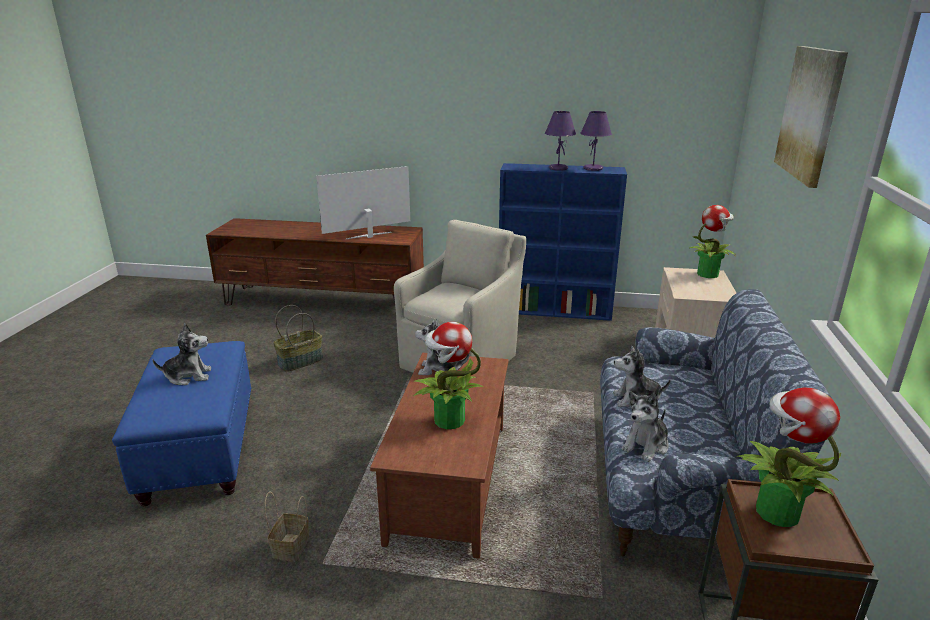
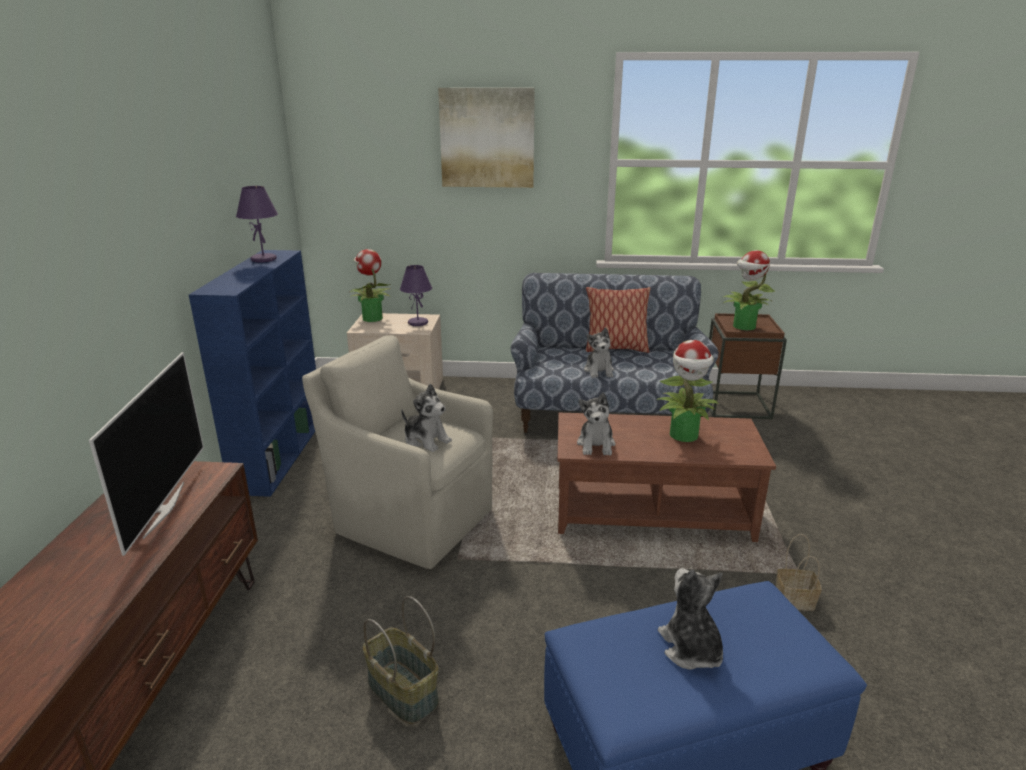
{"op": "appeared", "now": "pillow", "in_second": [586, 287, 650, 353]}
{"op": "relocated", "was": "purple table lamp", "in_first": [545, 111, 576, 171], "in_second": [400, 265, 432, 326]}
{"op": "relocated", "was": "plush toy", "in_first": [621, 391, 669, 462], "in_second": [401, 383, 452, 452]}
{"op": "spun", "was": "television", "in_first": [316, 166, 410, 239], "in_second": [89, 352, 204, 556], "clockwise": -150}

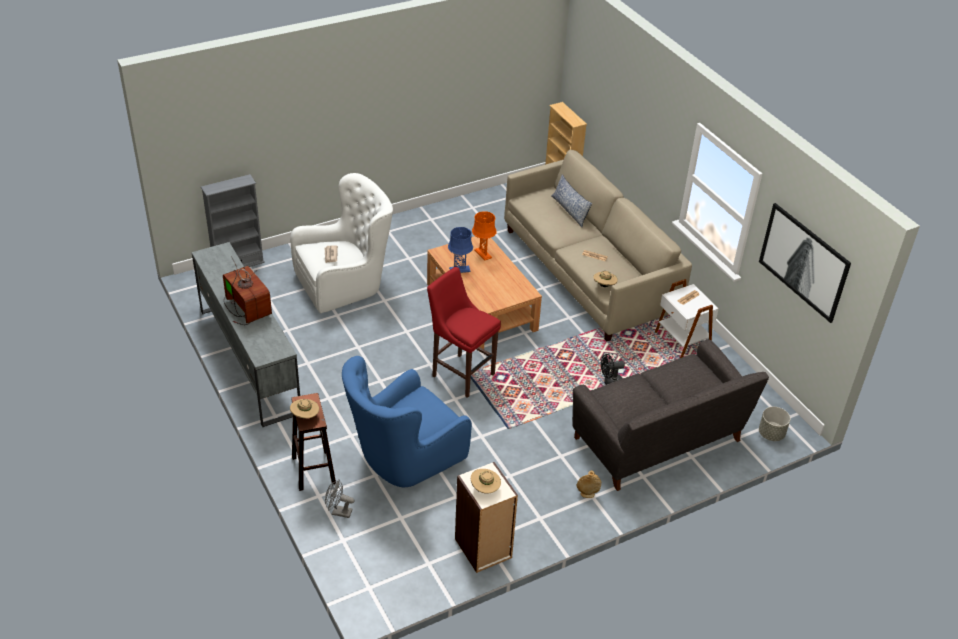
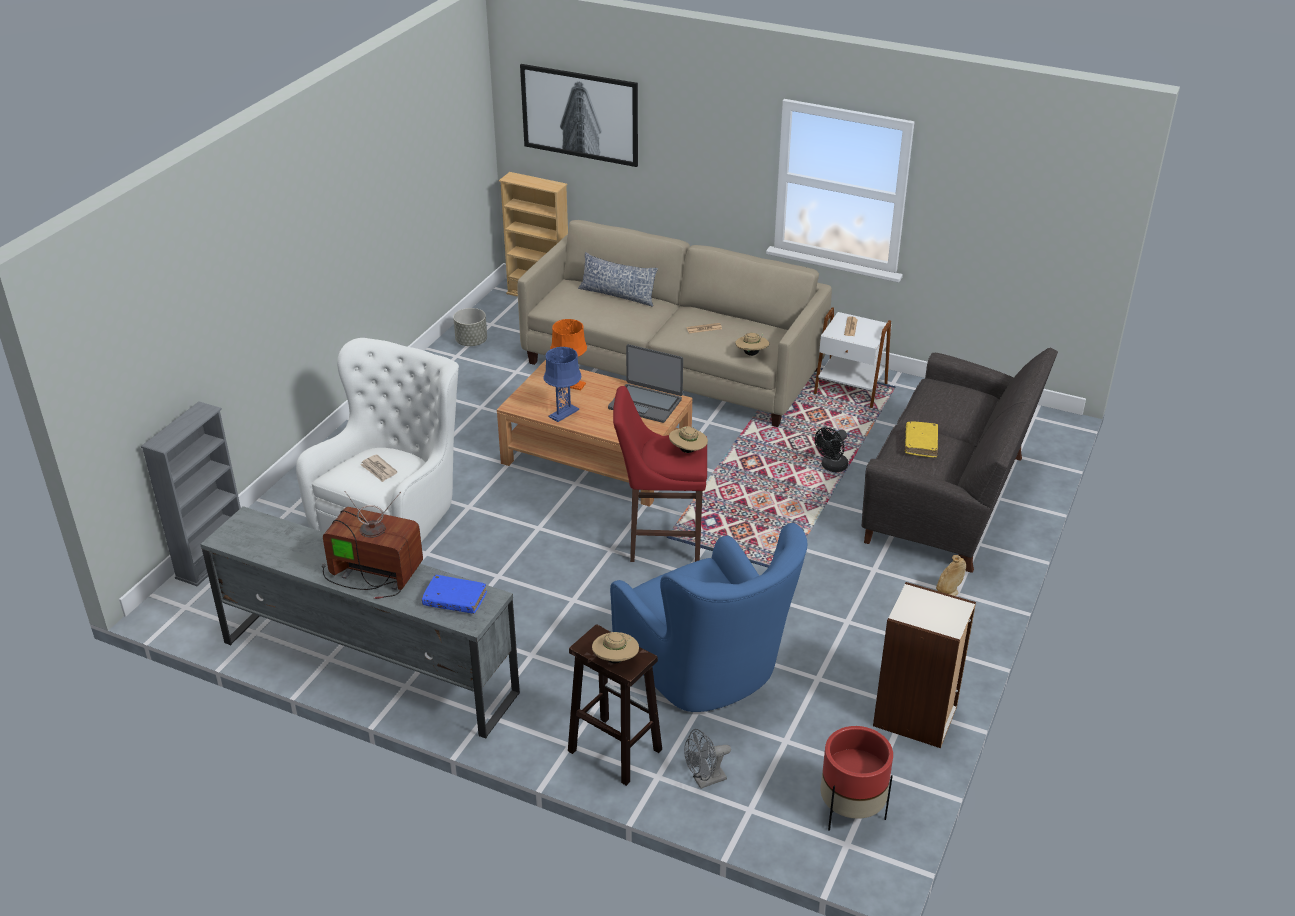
{"op": "appeared", "now": "blue book", "in_second": [422, 575, 487, 614]}
{"op": "appeared", "now": "laptop", "in_second": [608, 344, 683, 423]}
{"op": "appeared", "now": "red planter", "in_second": [820, 726, 893, 831]}
{"op": "appeared", "now": "yellow book", "in_second": [905, 421, 938, 458]}
{"op": "relocated", "was": "beige hat", "in_first": [471, 469, 501, 494], "in_second": [669, 426, 708, 453]}
{"op": "relocated", "was": "picture", "in_first": [759, 203, 851, 323], "in_second": [520, 64, 638, 167]}
{"op": "relocated", "was": "grey planter", "in_first": [759, 407, 791, 441], "in_second": [453, 308, 487, 346]}
{"op": "spun", "was": "blue armchair", "in_first": [342, 356, 472, 487], "in_second": [610, 523, 808, 712], "clockwise": -45}

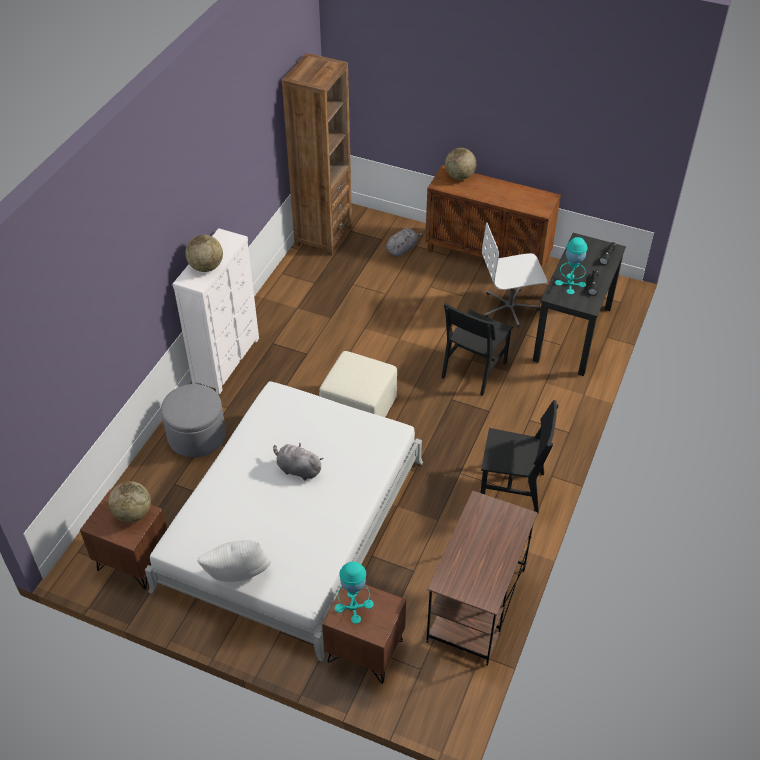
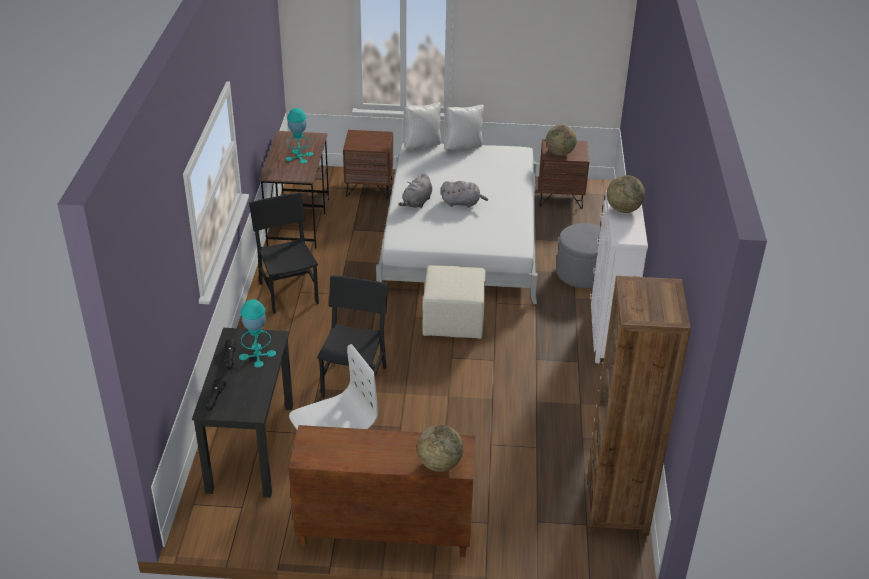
{"op": "appeared", "now": "white pillow", "in_second": [403, 102, 441, 149]}
{"op": "relocated", "was": "turquoise table lamp", "in_first": [335, 562, 373, 624], "in_second": [286, 108, 313, 164]}
{"op": "relocated", "was": "grey plush toy", "in_first": [386, 228, 424, 257], "in_second": [398, 173, 432, 208]}
{"op": "spun", "was": "black chair", "in_first": [481, 400, 559, 513], "in_second": [249, 192, 319, 314], "clockwise": 75}

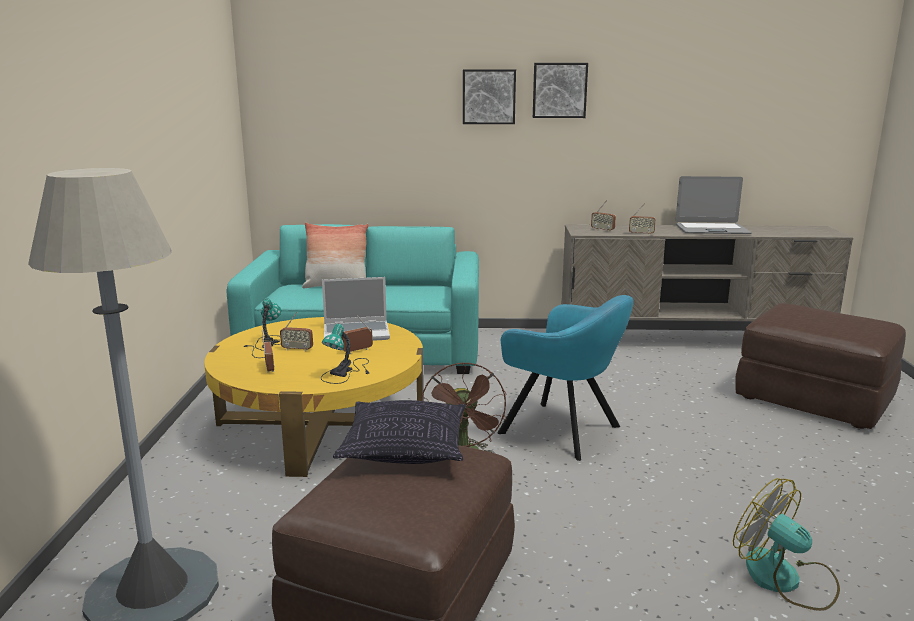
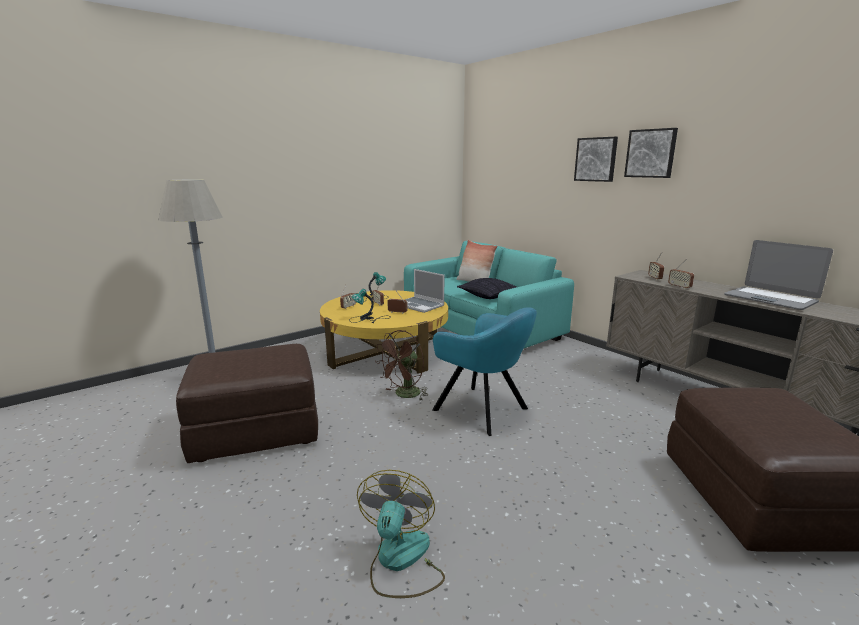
{"op": "relocated", "was": "pillow", "in_first": [333, 400, 466, 464], "in_second": [457, 278, 516, 299]}
{"op": "spun", "was": "turquoise armchair", "in_first": [497, 295, 634, 461], "in_second": [432, 307, 537, 436], "clockwise": -45}

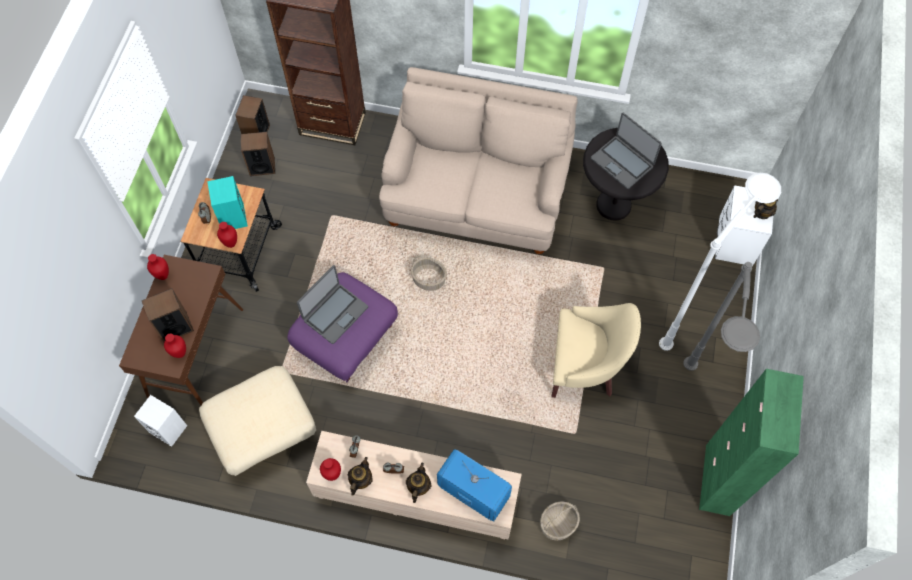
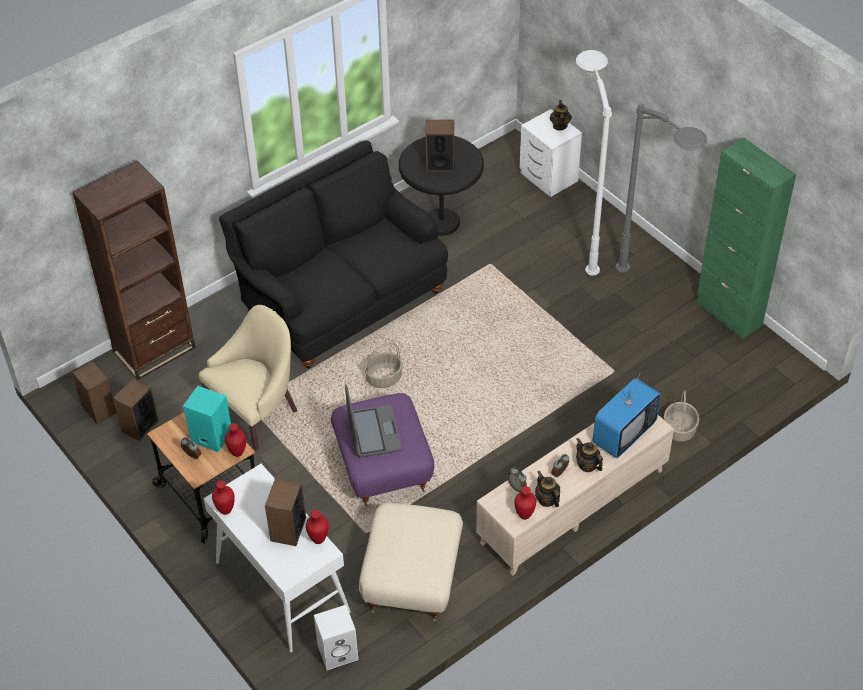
{"op": "relocated", "was": "beige armchair", "in_first": [552, 303, 641, 398], "in_second": [199, 305, 297, 450]}
{"op": "exchanged", "was": "laptop", "now": "speaker", "in_first": [591, 113, 662, 189], "in_second": [426, 120, 454, 172]}
{"op": "colour", "was": "brown console table", "now": "white console table", "in_first": [119, 255, 243, 405], "in_second": [203, 464, 351, 652]}
{"op": "colour", "was": "beige sofa", "now": "black sofa", "in_first": [379, 67, 578, 254], "in_second": [219, 140, 448, 369]}
{"op": "spun", "was": "television", "in_first": [437, 449, 512, 521], "in_second": [592, 372, 661, 458], "clockwise": 150}

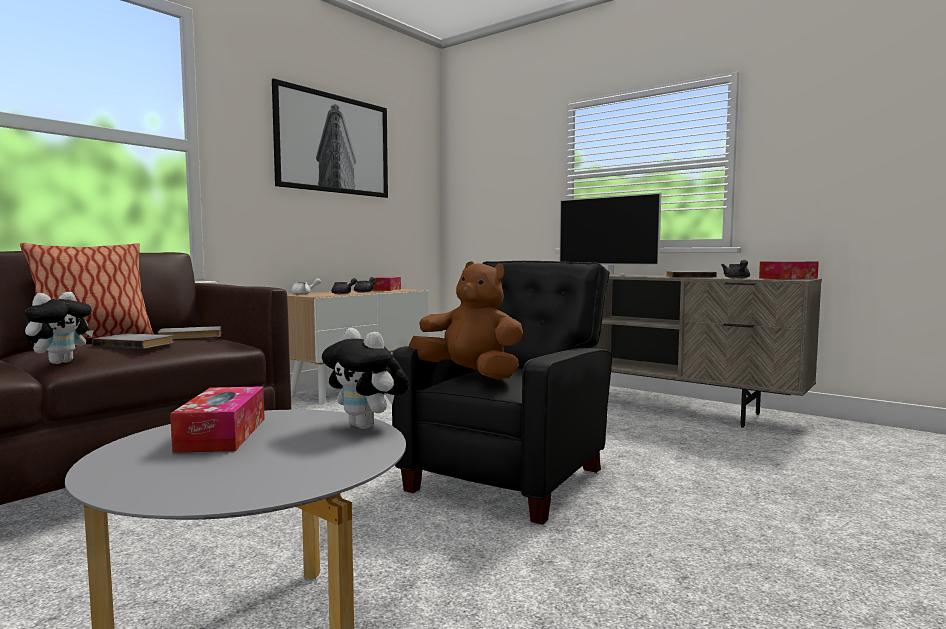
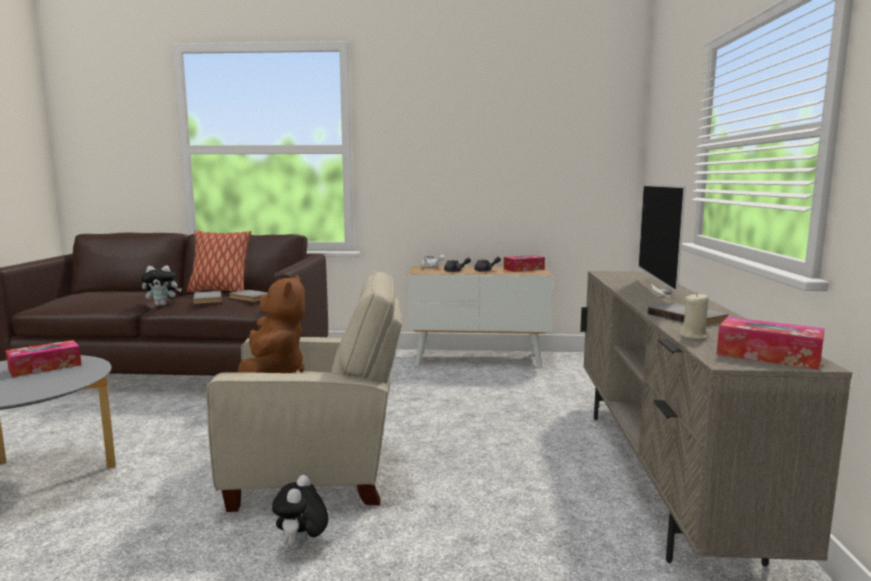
{"op": "missing", "was": "picture", "in_first": [272, 78, 388, 198]}
{"op": "relocated", "was": "plush toy", "in_first": [322, 328, 409, 429], "in_second": [272, 475, 328, 549]}
{"op": "exchanged", "was": "grey teapot", "now": "beige candle", "in_first": [721, 260, 750, 278], "in_second": [679, 292, 709, 339]}
{"op": "colour", "was": "black armchair", "now": "beige armchair", "in_first": [392, 261, 612, 525], "in_second": [206, 270, 402, 512]}

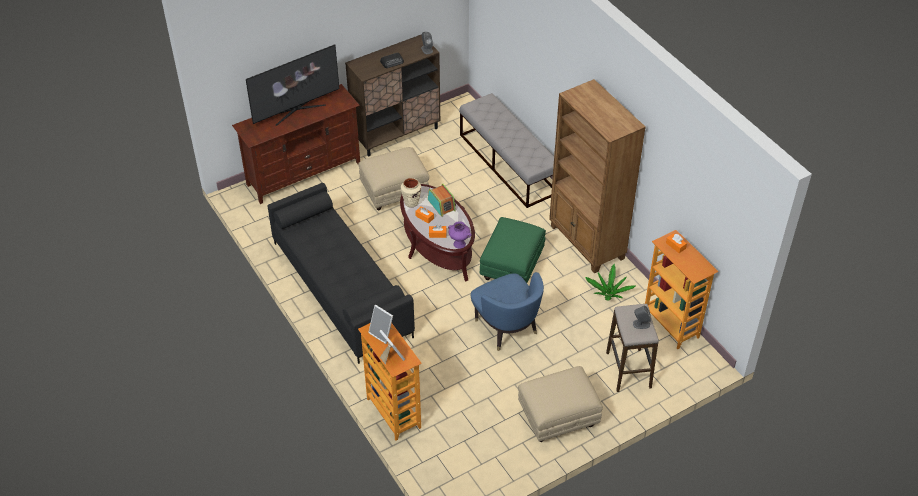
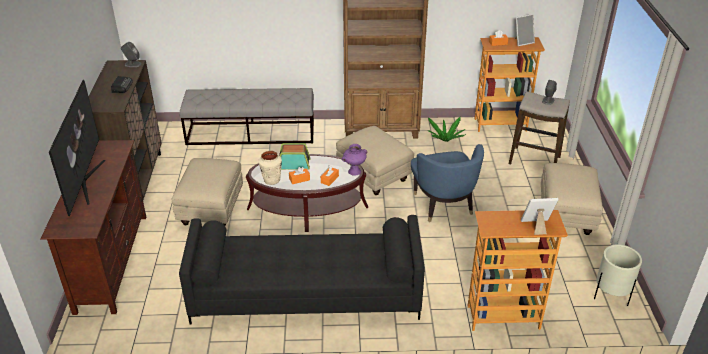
{"op": "appeared", "now": "beige planter", "in_second": [594, 244, 642, 306]}
{"op": "relocated", "was": "picture frame", "in_first": [368, 305, 393, 344], "in_second": [515, 14, 535, 46]}
{"op": "colour", "was": "green ottoman", "now": "beige ottoman", "in_first": [479, 217, 546, 283], "in_second": [336, 126, 414, 195]}
{"op": "spun", "was": "blue armchair", "in_first": [471, 272, 544, 351], "in_second": [411, 144, 484, 222], "clockwise": 75}

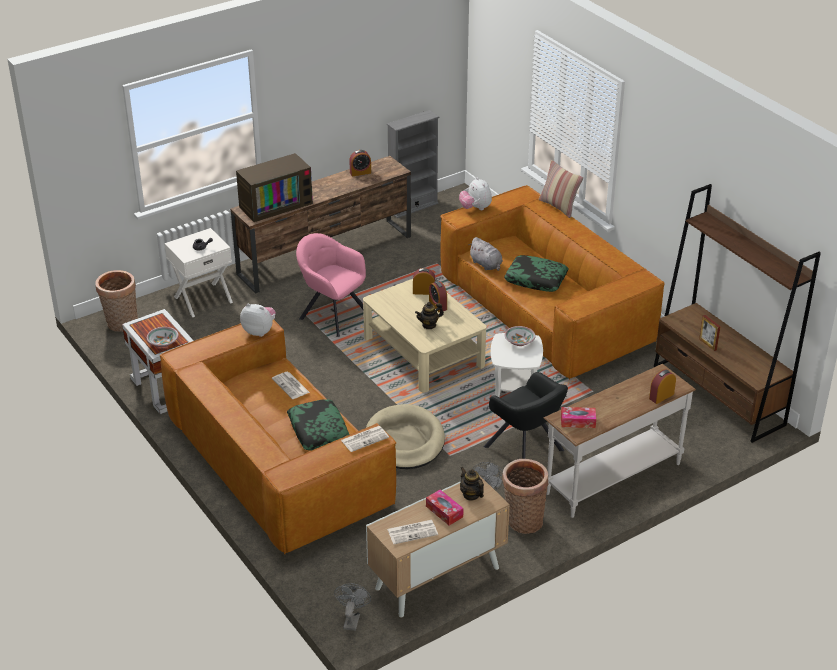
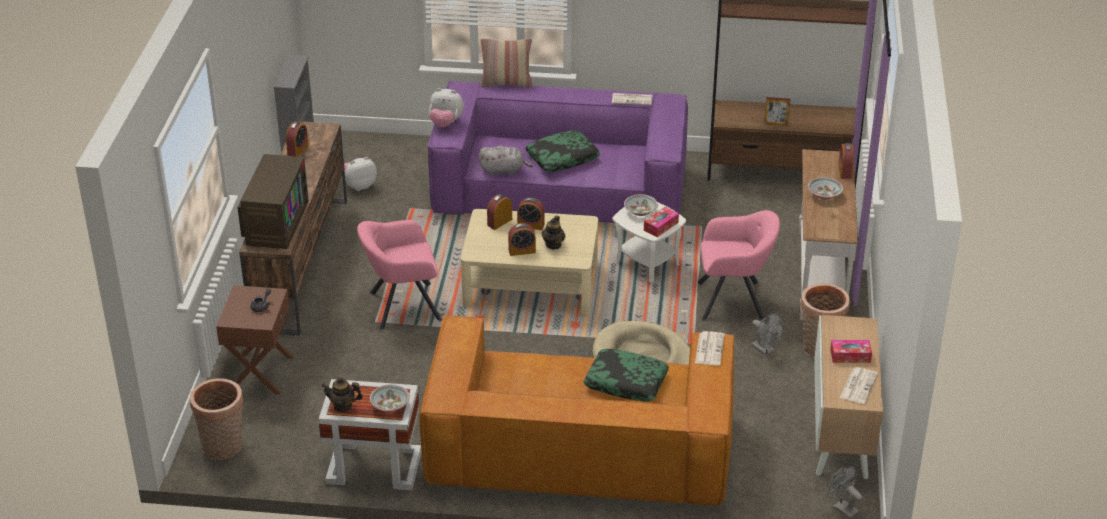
{"op": "appeared", "now": "alarm clock", "in_second": [508, 223, 536, 256]}
{"op": "appeared", "now": "bowl", "in_second": [808, 177, 843, 200]}
{"op": "relocated", "was": "plush toy", "in_first": [240, 304, 276, 337], "in_second": [344, 157, 377, 191]}
{"op": "relocated", "was": "newspaper", "in_first": [272, 372, 310, 399], "in_second": [612, 93, 652, 105]}
{"op": "relocated", "was": "teapot", "in_first": [460, 467, 484, 501], "in_second": [321, 377, 363, 412]}
{"op": "relocated", "was": "tissue box", "in_first": [561, 407, 596, 428], "in_second": [644, 207, 679, 237]}
{"op": "colour", "was": "white nightstand", "now": "brown nightstand", "in_first": [165, 228, 233, 317], "in_second": [216, 285, 294, 395]}
{"op": "colour", "was": "brown sofa", "now": "purple sofa", "in_first": [440, 185, 665, 379], "in_second": [427, 81, 688, 223]}
{"op": "colour", "was": "black armchair", "now": "pink armchair", "in_first": [484, 372, 568, 459], "in_second": [697, 210, 780, 320]}

